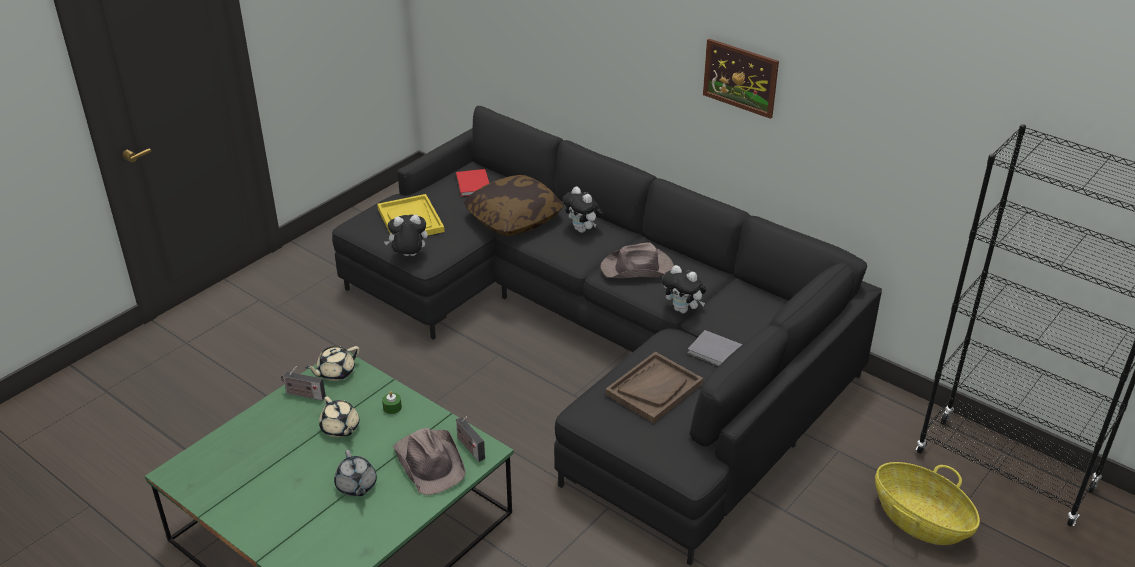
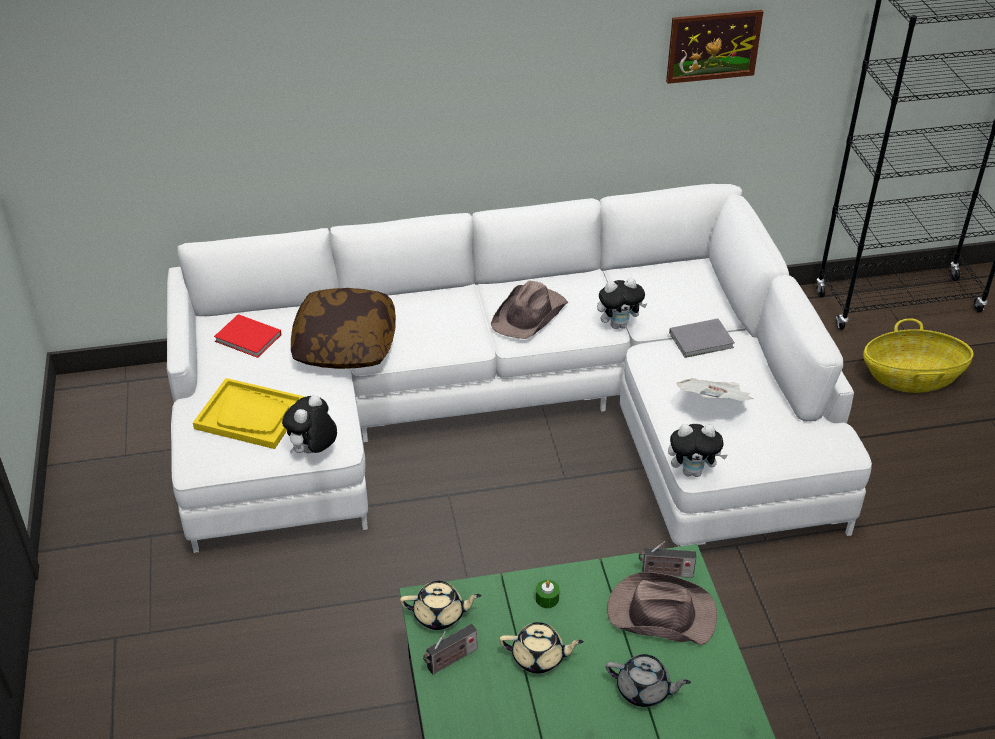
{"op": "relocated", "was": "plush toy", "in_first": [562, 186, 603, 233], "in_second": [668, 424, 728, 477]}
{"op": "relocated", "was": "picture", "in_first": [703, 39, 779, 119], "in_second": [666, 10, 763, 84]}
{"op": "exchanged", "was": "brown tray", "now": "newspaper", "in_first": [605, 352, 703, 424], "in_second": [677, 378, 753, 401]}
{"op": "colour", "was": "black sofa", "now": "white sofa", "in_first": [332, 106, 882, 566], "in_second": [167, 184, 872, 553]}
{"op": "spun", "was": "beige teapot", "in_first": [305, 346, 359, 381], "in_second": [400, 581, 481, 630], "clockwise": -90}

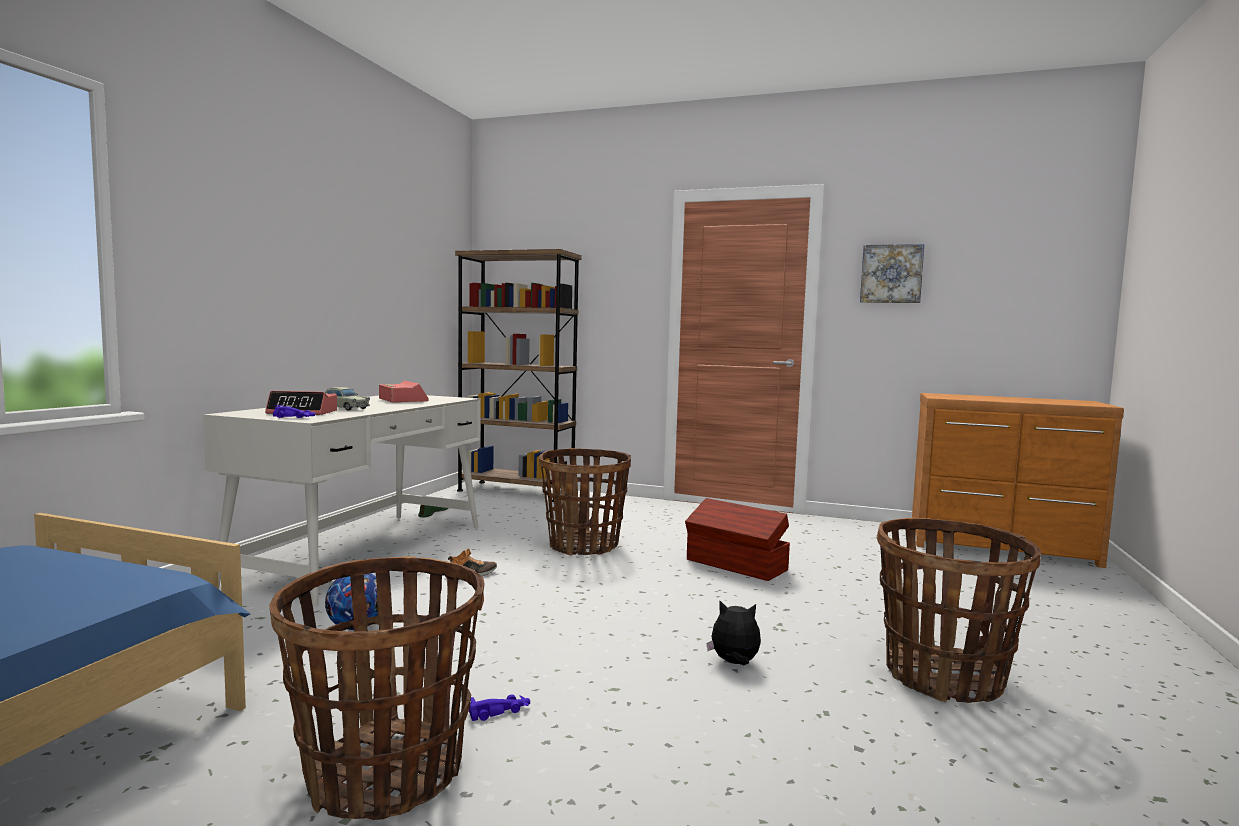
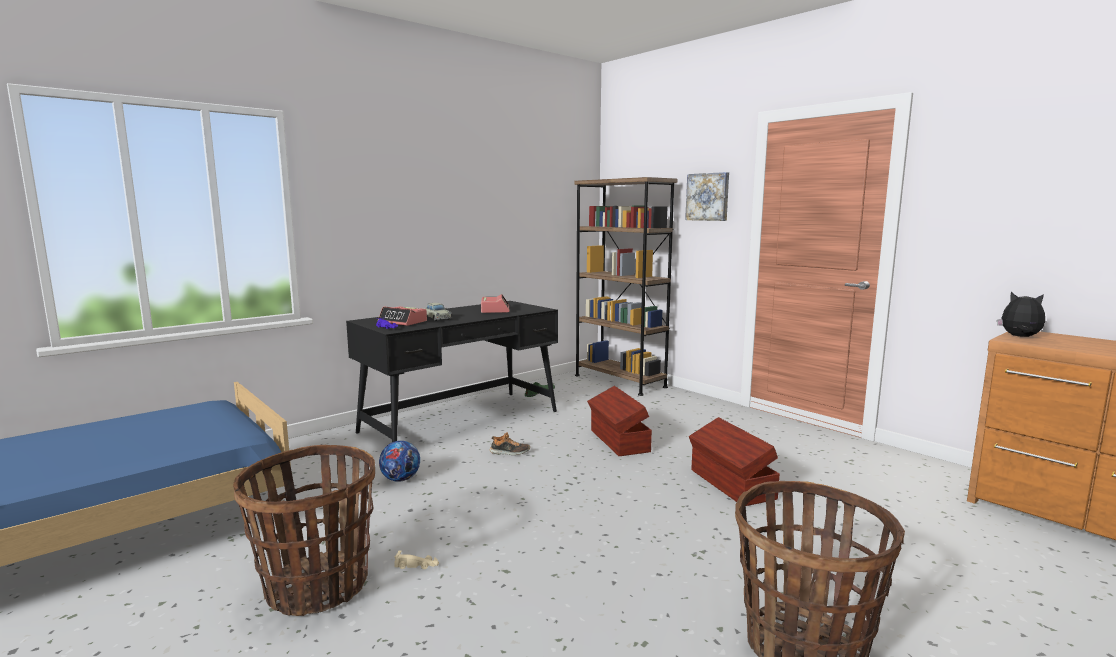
{"op": "relocated", "was": "plush toy", "in_first": [706, 601, 761, 665], "in_second": [997, 292, 1045, 337]}
{"op": "relocated", "was": "picture", "in_first": [860, 244, 924, 303], "in_second": [685, 172, 729, 221]}
{"op": "exchanged", "was": "basket", "now": "brown storage box", "in_first": [539, 448, 631, 556], "in_second": [587, 386, 652, 456]}
{"op": "colour", "was": "white desk", "now": "black desk", "in_first": [203, 395, 481, 607], "in_second": [346, 301, 558, 442]}
{"op": "colour", "was": "purple toy car", "now": "beige toy car", "in_first": [469, 694, 530, 721], "in_second": [394, 550, 439, 569]}

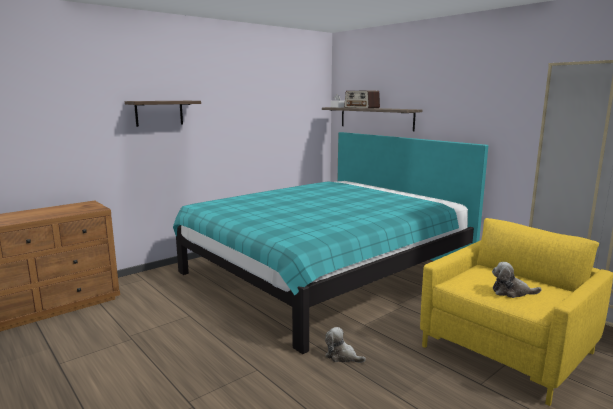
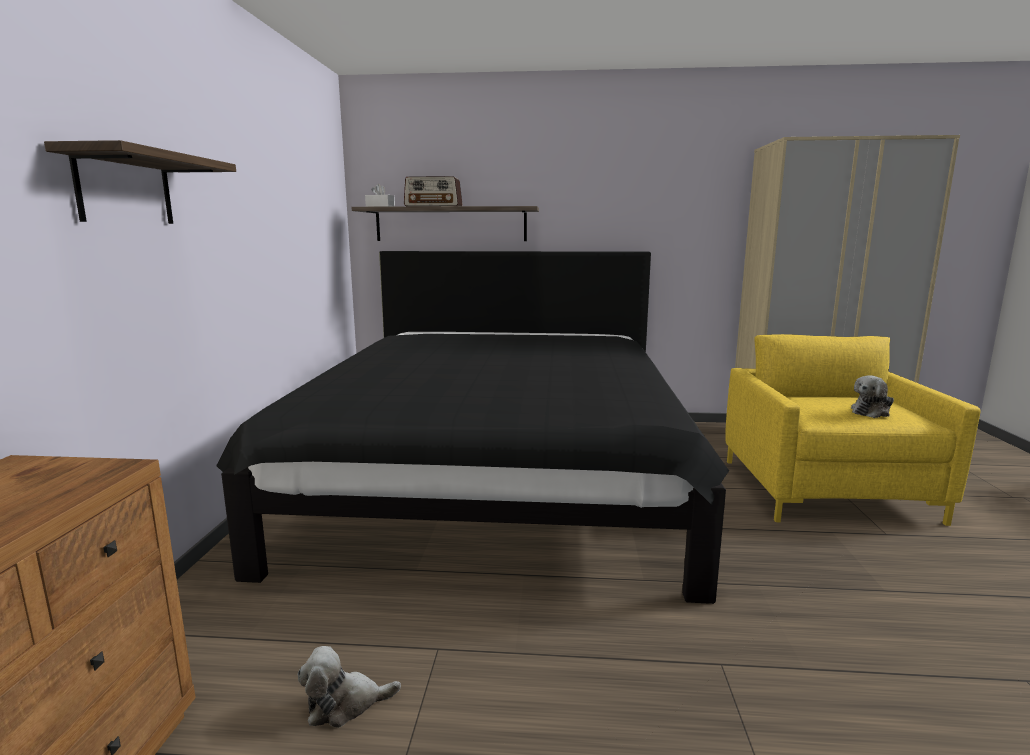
{"op": "relocated", "was": "plush toy", "in_first": [325, 327, 366, 363], "in_second": [297, 646, 401, 728]}
{"op": "colour", "was": "turquoise bed", "now": "black bed", "in_first": [173, 132, 488, 354], "in_second": [216, 251, 729, 604]}

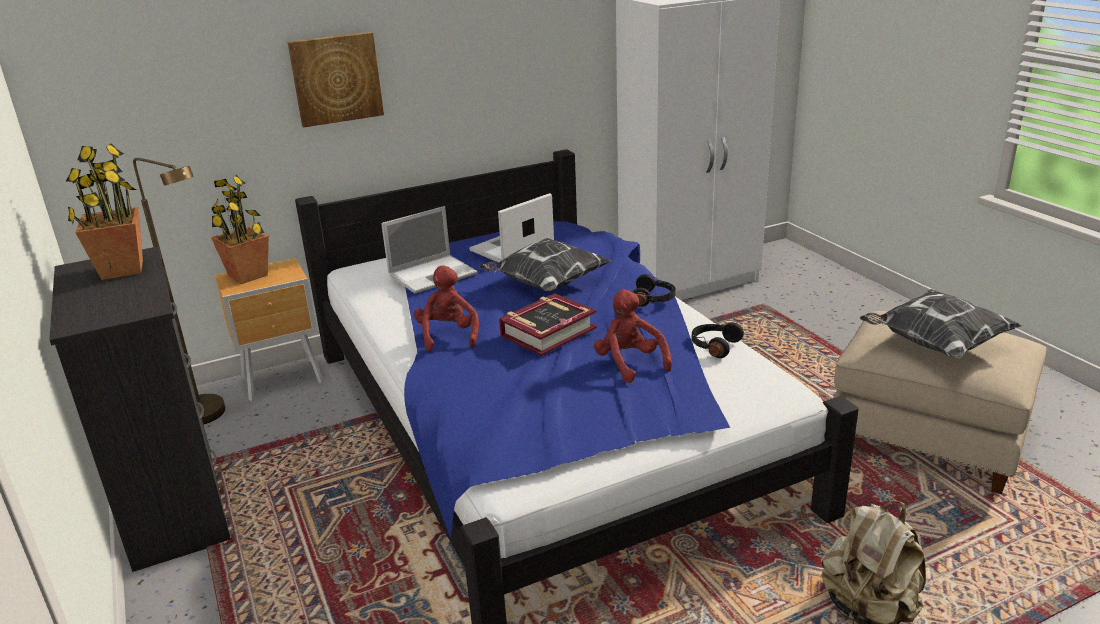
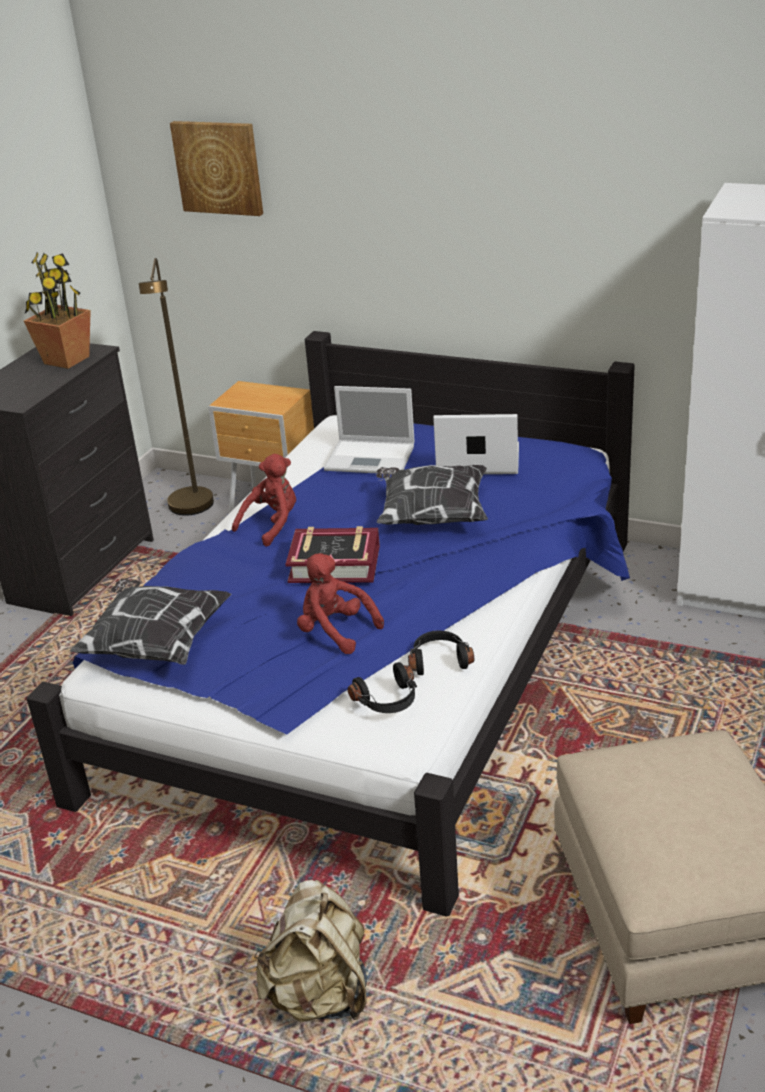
{"op": "missing", "was": "potted plant", "in_first": [211, 175, 269, 284]}
{"op": "relocated", "was": "picture", "in_first": [288, 32, 384, 127], "in_second": [170, 121, 263, 216]}
{"op": "relocated", "was": "black headphones", "in_first": [633, 274, 676, 307], "in_second": [348, 662, 417, 713]}
{"op": "relocated", "was": "pillow", "in_first": [860, 289, 1022, 358], "in_second": [70, 579, 231, 665]}
{"op": "spun", "was": "red plush toy", "in_first": [594, 289, 672, 383], "in_second": [297, 553, 384, 654], "clockwise": -75}

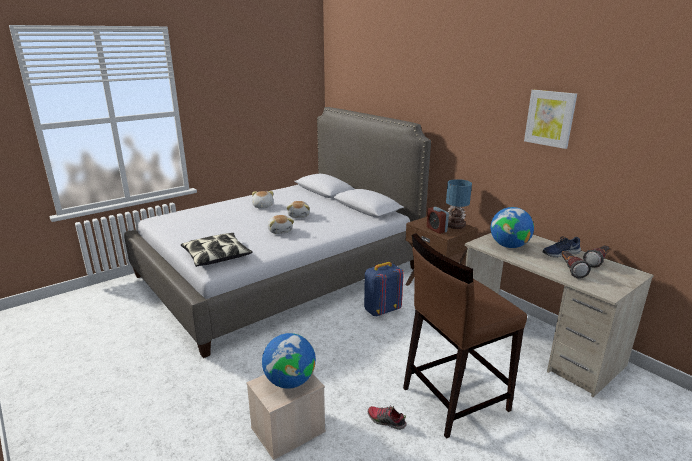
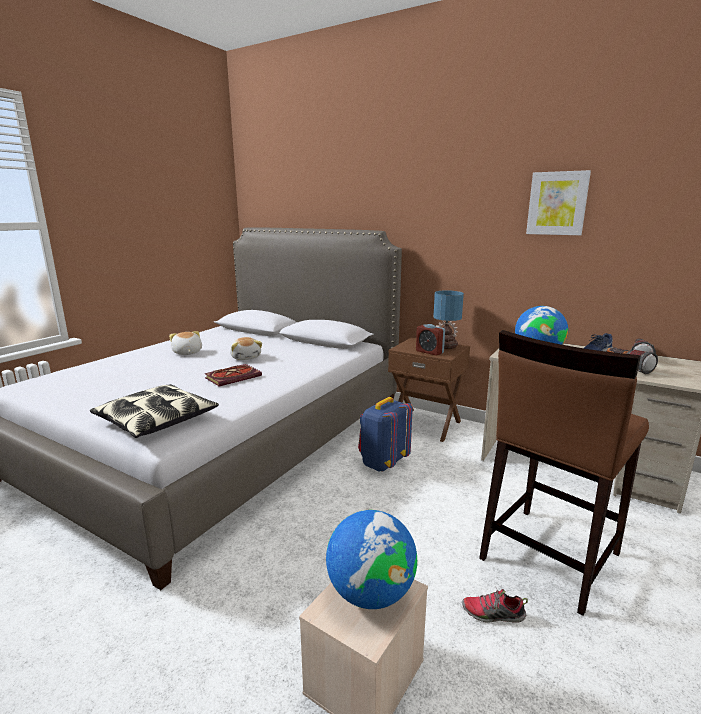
{"op": "exchanged", "was": "plush toy", "now": "book", "in_first": [268, 215, 294, 234], "in_second": [204, 364, 262, 387]}

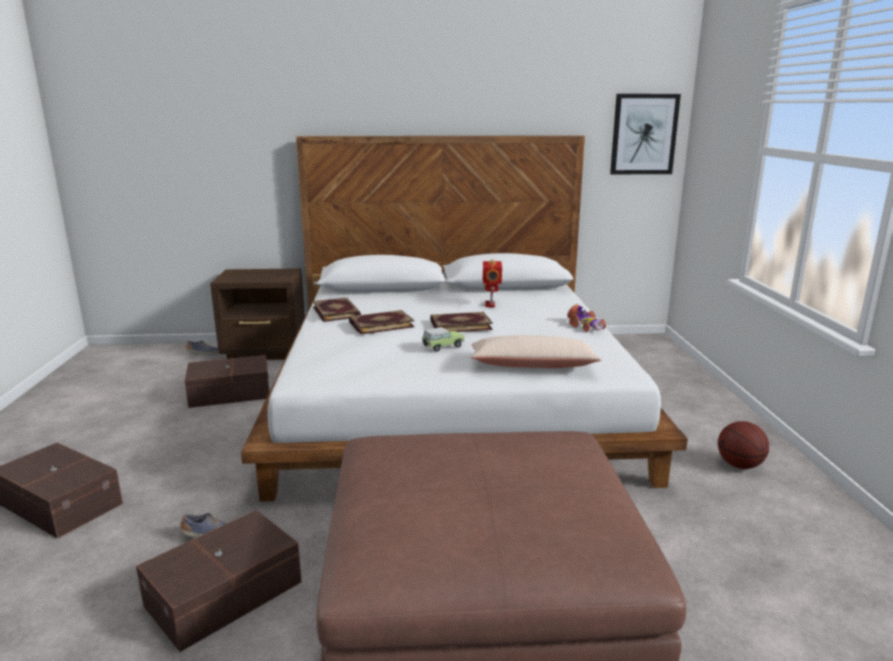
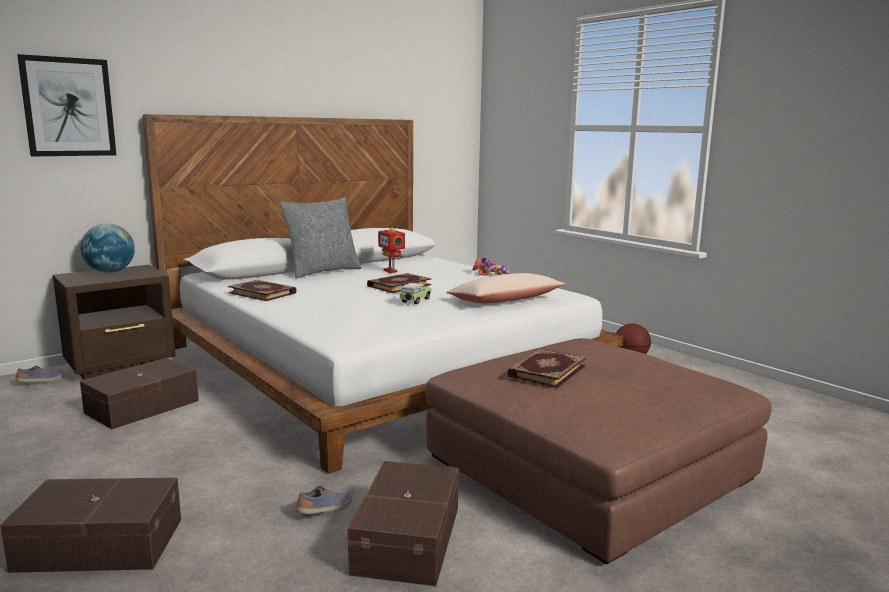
{"op": "appeared", "now": "globe", "in_second": [80, 224, 135, 273]}
{"op": "appeared", "now": "grey pillow", "in_second": [279, 197, 362, 278]}
{"op": "relocated", "was": "book", "in_first": [349, 310, 415, 335], "in_second": [507, 349, 586, 388]}
{"op": "relocated", "was": "picture", "in_first": [610, 94, 681, 174], "in_second": [17, 54, 116, 156]}

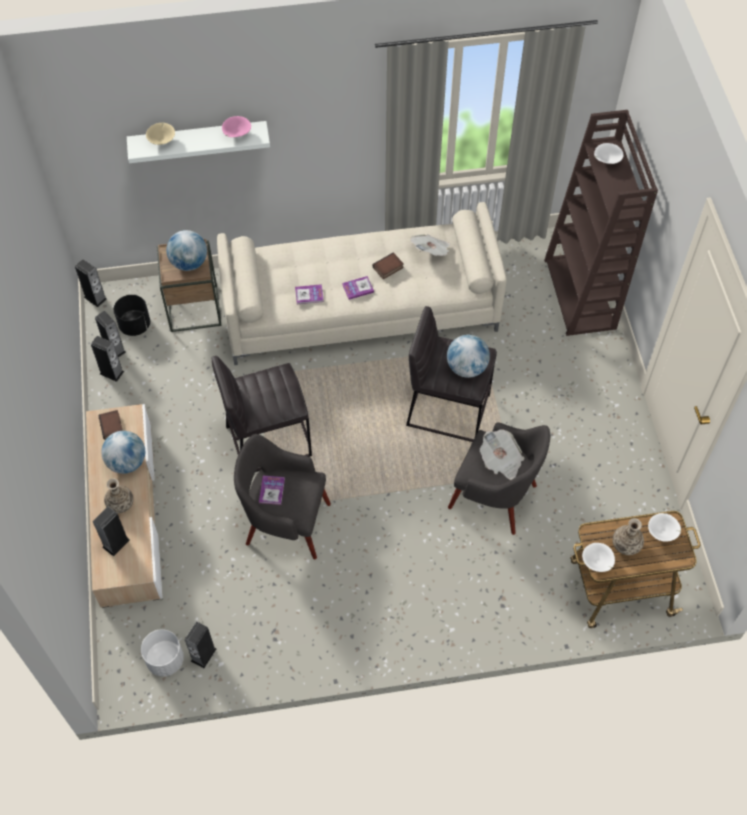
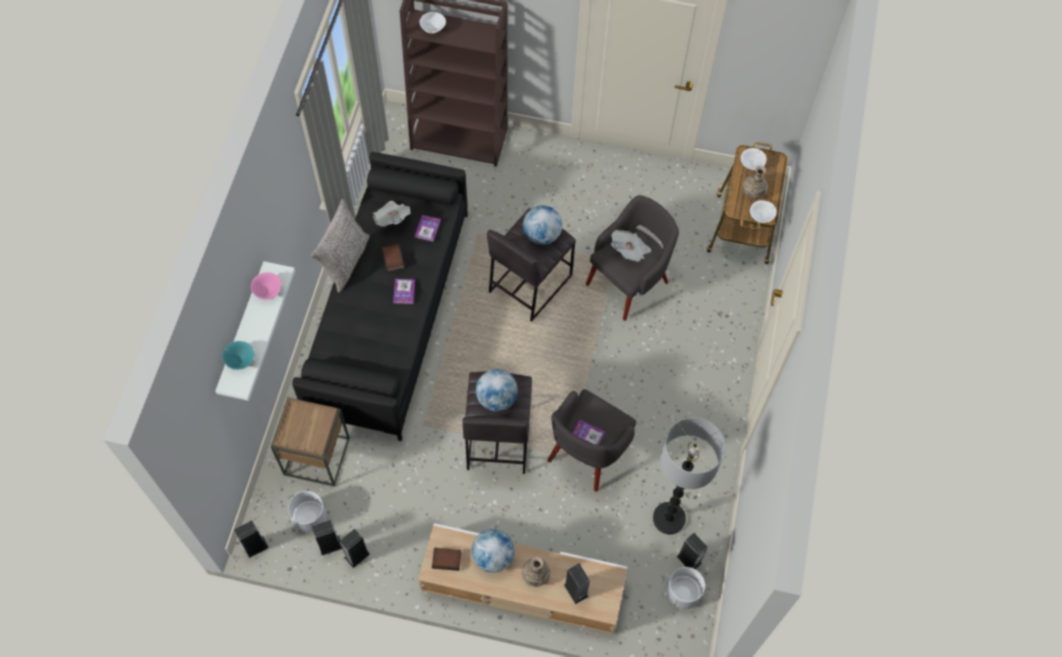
{"op": "appeared", "now": "grey pillow", "in_second": [311, 199, 370, 293]}
{"op": "appeared", "now": "floor lamp", "in_second": [653, 418, 725, 534]}
{"op": "relocated", "was": "globe", "in_first": [166, 230, 207, 271], "in_second": [476, 369, 518, 411]}
{"op": "relocated", "was": "book", "in_first": [295, 284, 324, 304], "in_second": [415, 215, 441, 242]}
{"op": "colour", "was": "black planter", "now": "white planter", "in_first": [114, 295, 150, 336], "in_second": [288, 491, 327, 533]}
{"op": "colour", "was": "beige bowl", "now": "turquoise bowl", "in_first": [146, 123, 175, 145], "in_second": [222, 341, 254, 370]}
{"op": "colour", "was": "beige sofa", "now": "black sofa", "in_first": [217, 202, 507, 365], "in_second": [292, 152, 468, 441]}

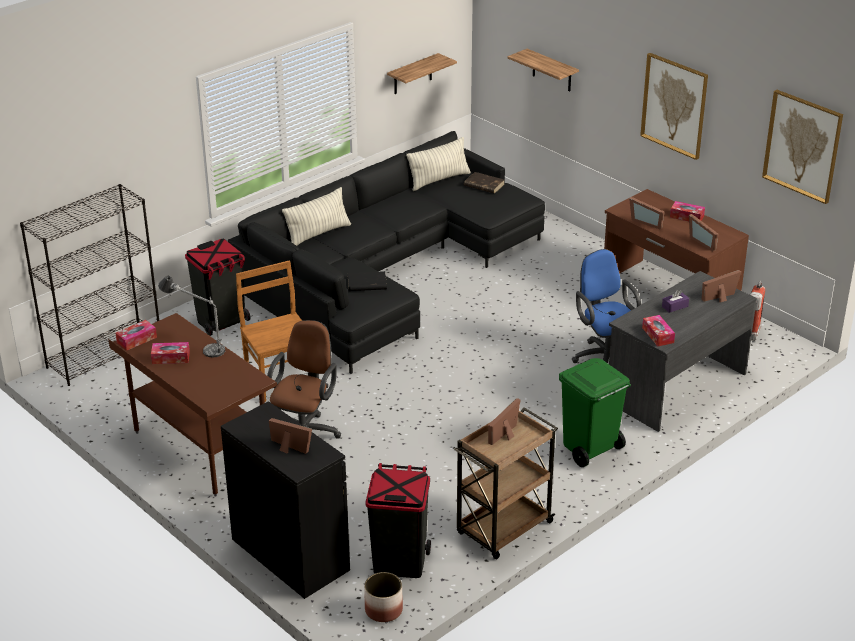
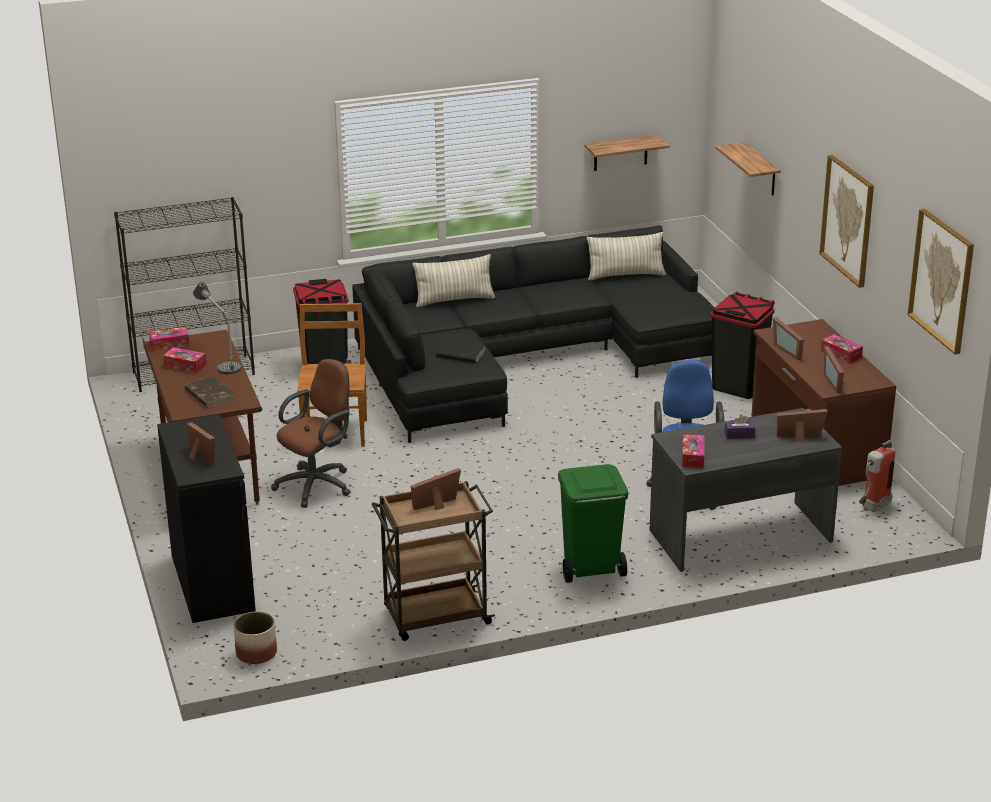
{"op": "relocated", "was": "black trash can", "in_first": [365, 463, 431, 578], "in_second": [710, 291, 775, 399]}
{"op": "relocated", "was": "brown book", "in_first": [464, 172, 505, 194], "in_second": [185, 376, 236, 408]}

